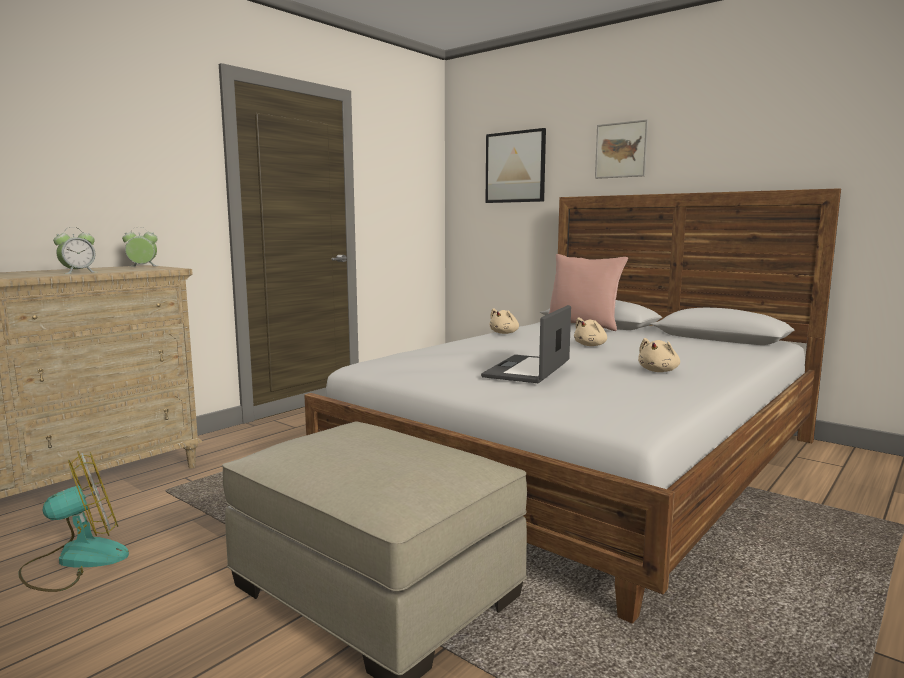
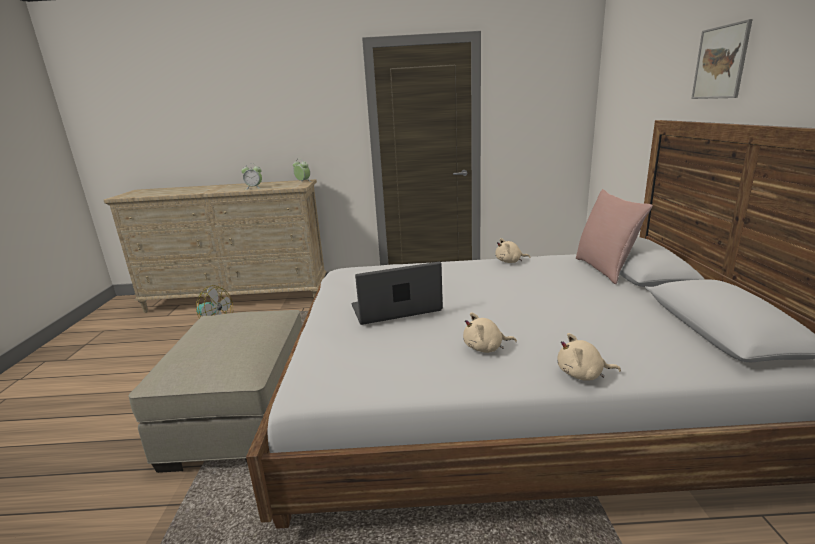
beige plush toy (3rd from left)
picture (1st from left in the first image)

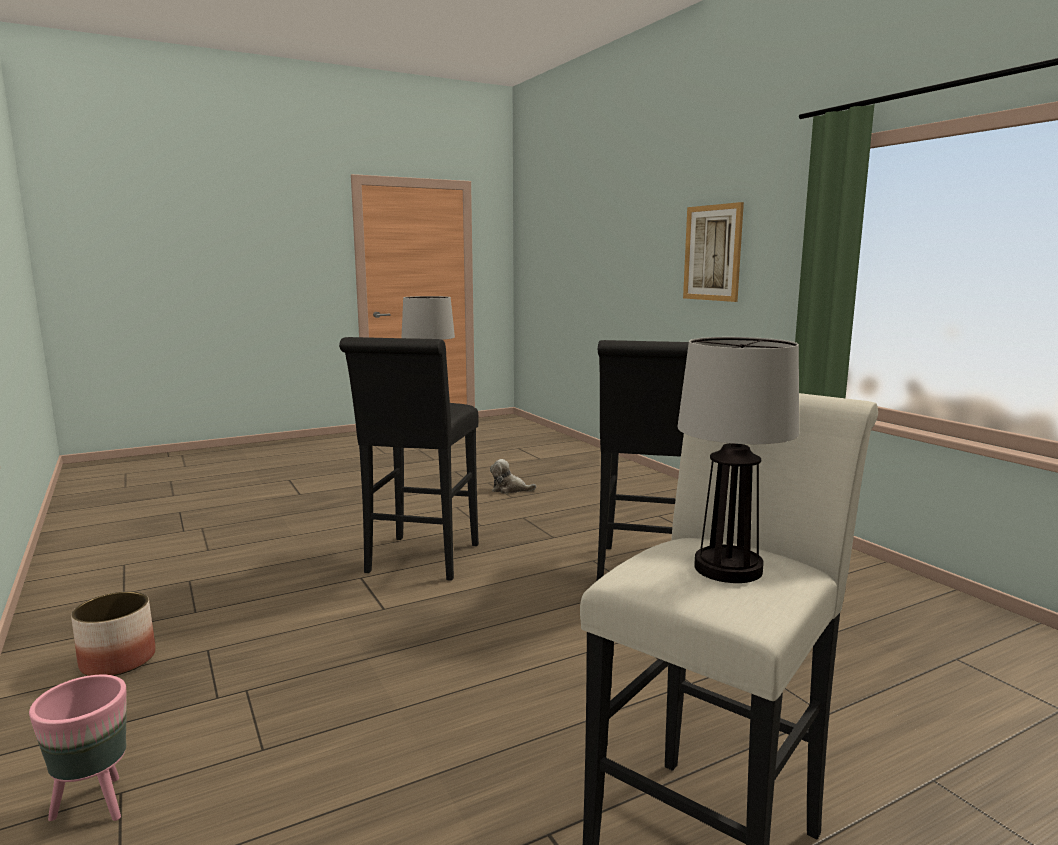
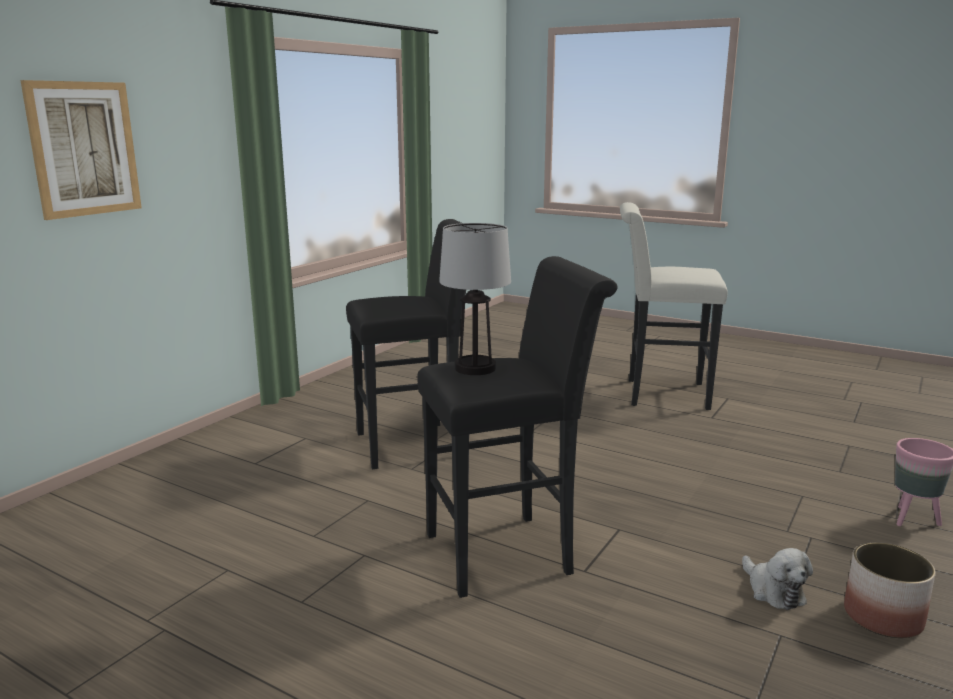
plush toy
table lamp (2nd from left in the first image)

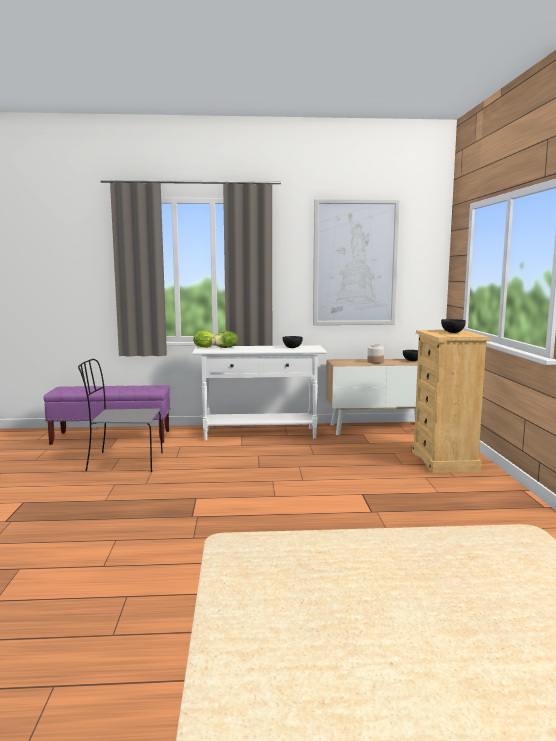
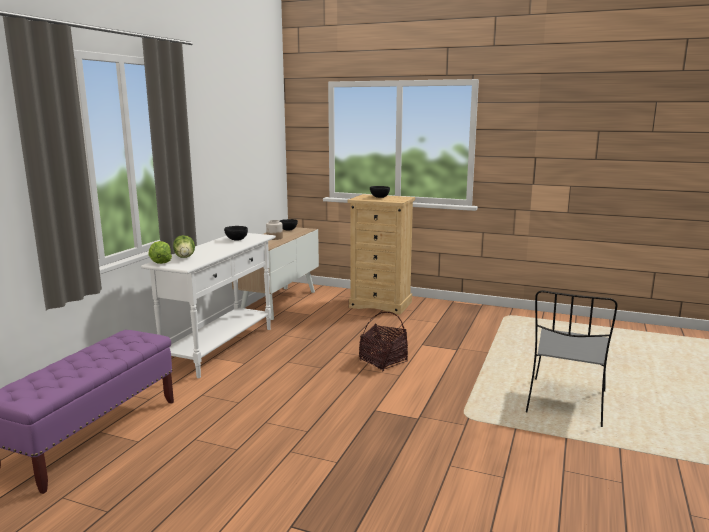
basket
grey chair
picture

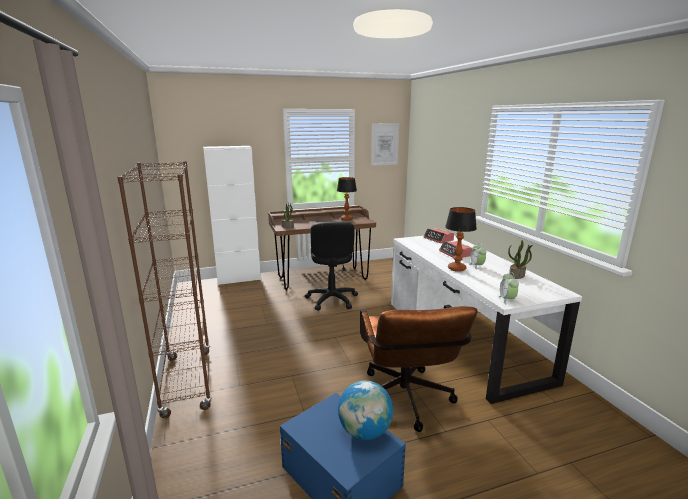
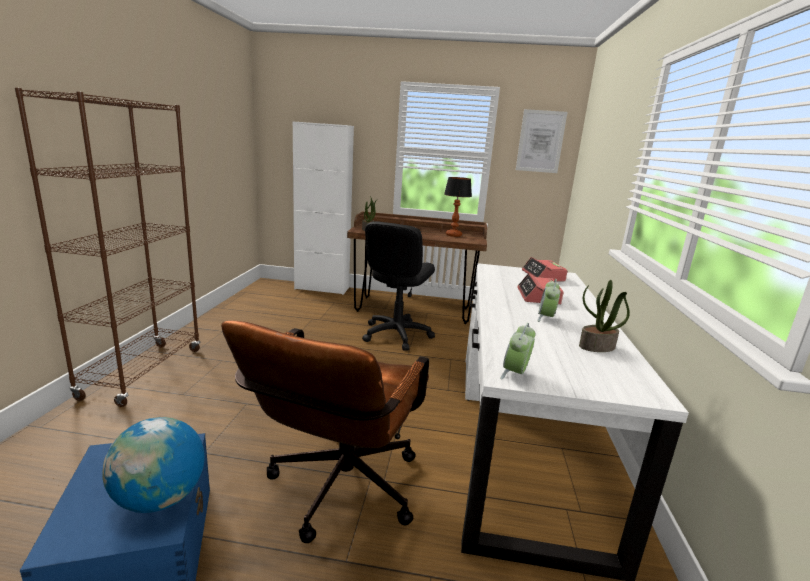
table lamp (2nd from left in the first image)

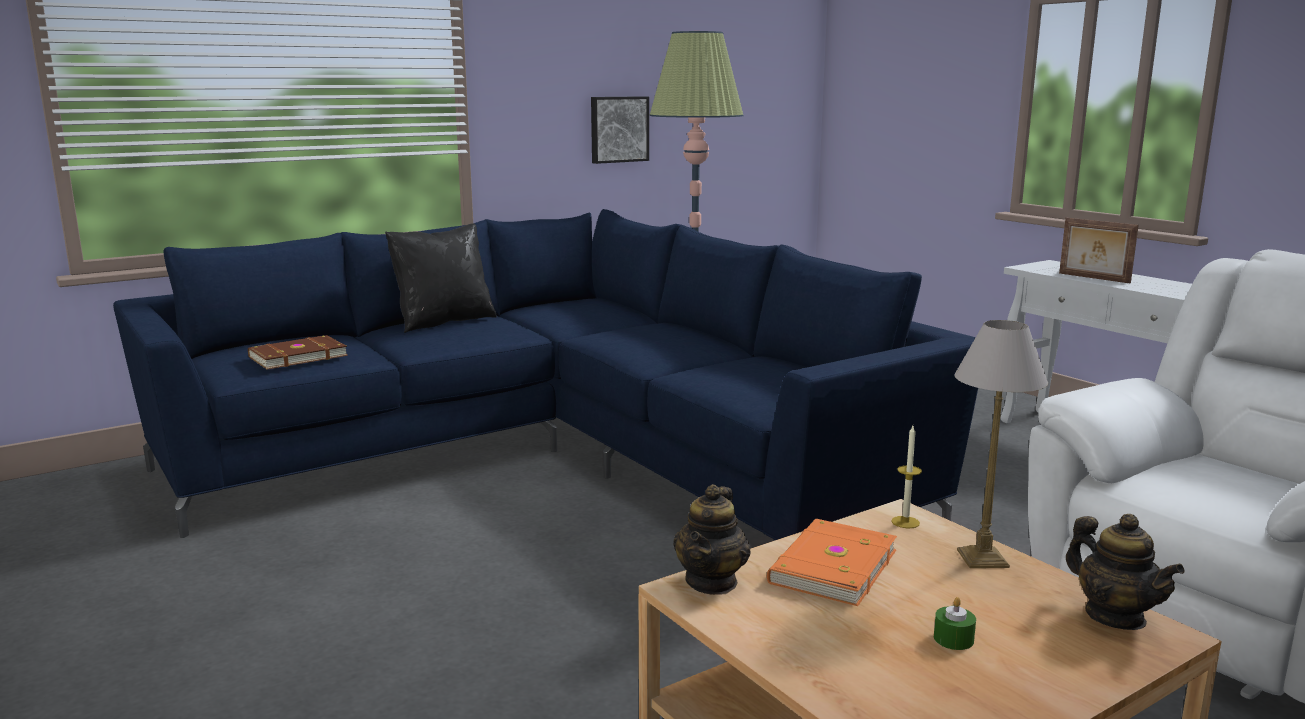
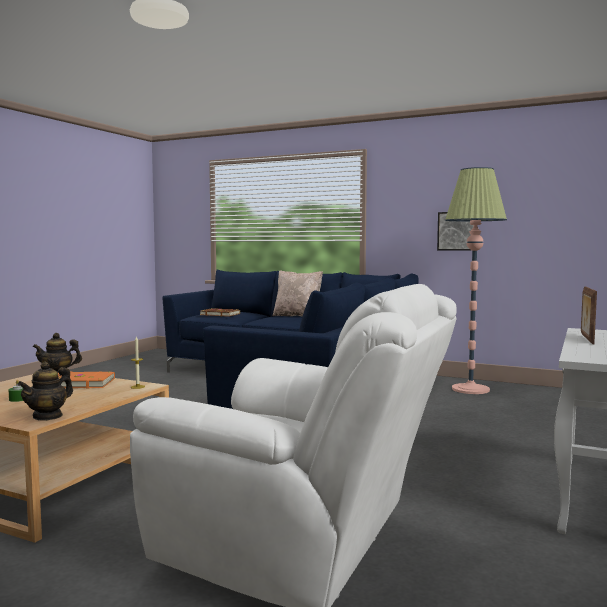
beige pillow
table lamp

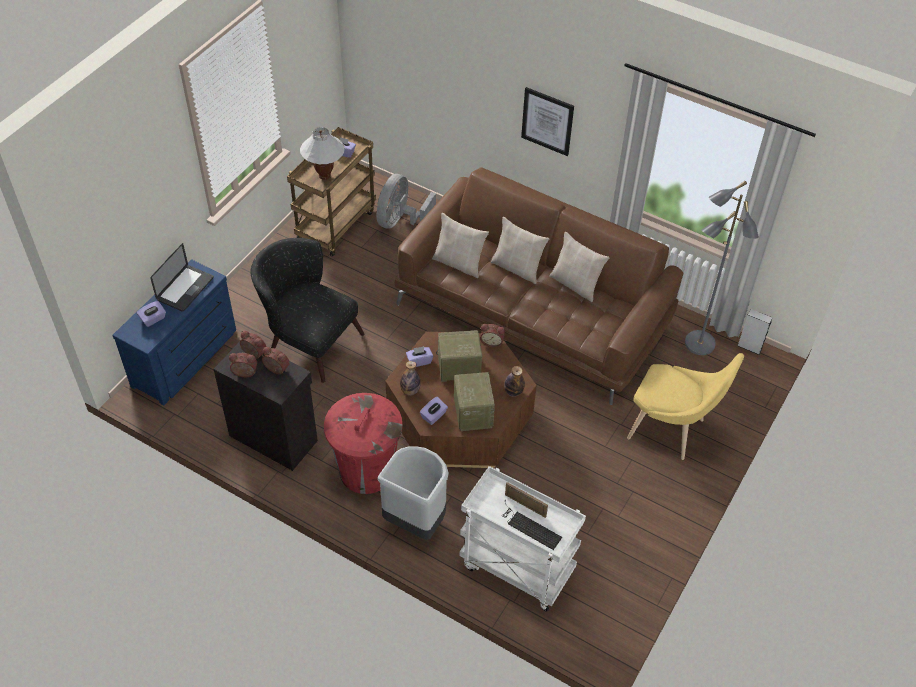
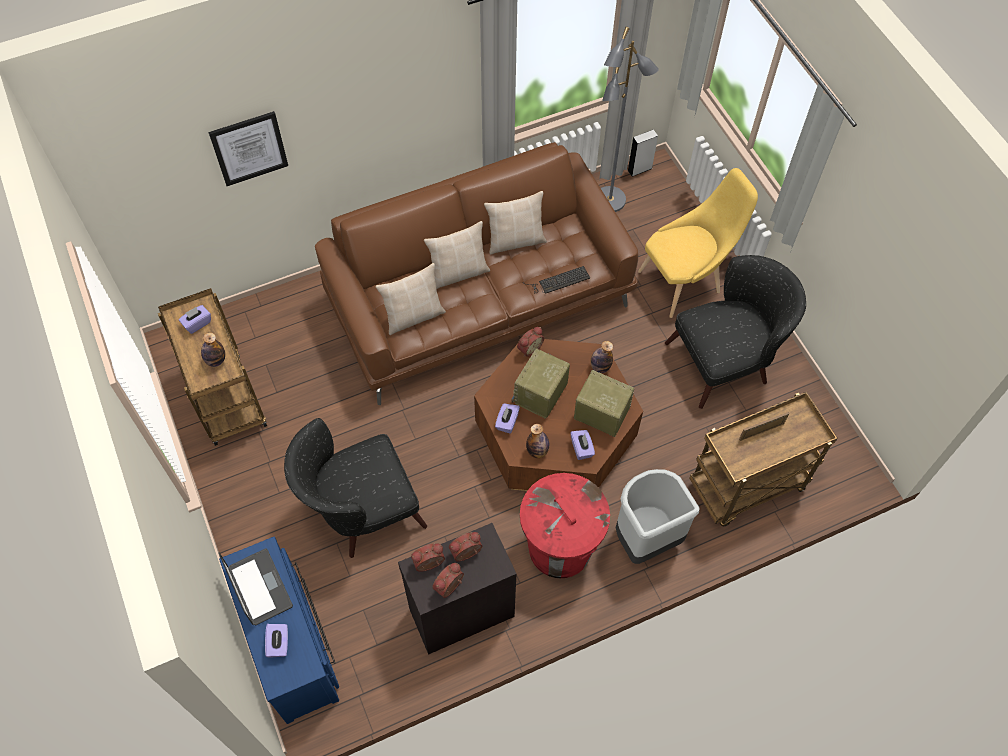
bottle (1st from left)
picture
keyboard
black armchair (2nd from left)
brown cart (2nd from left)
grey fan

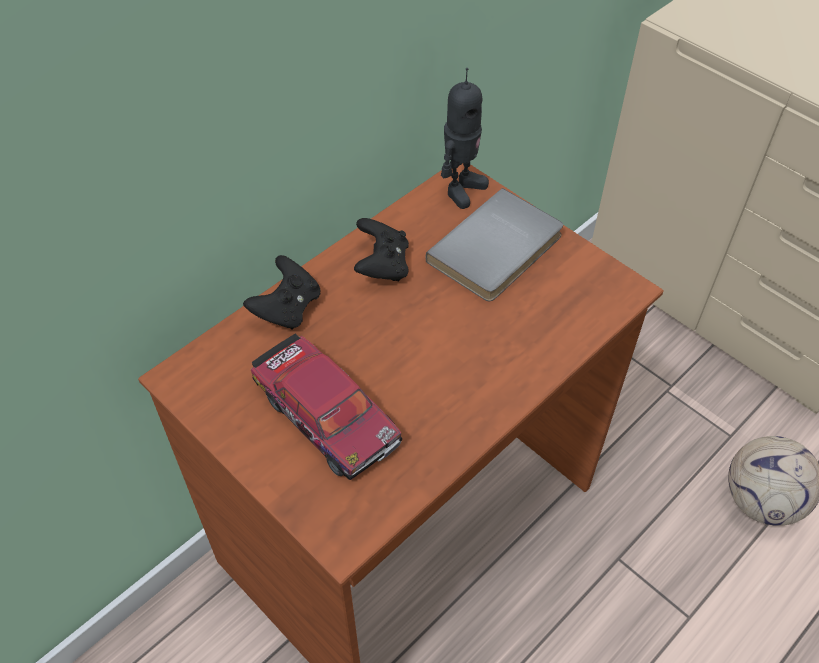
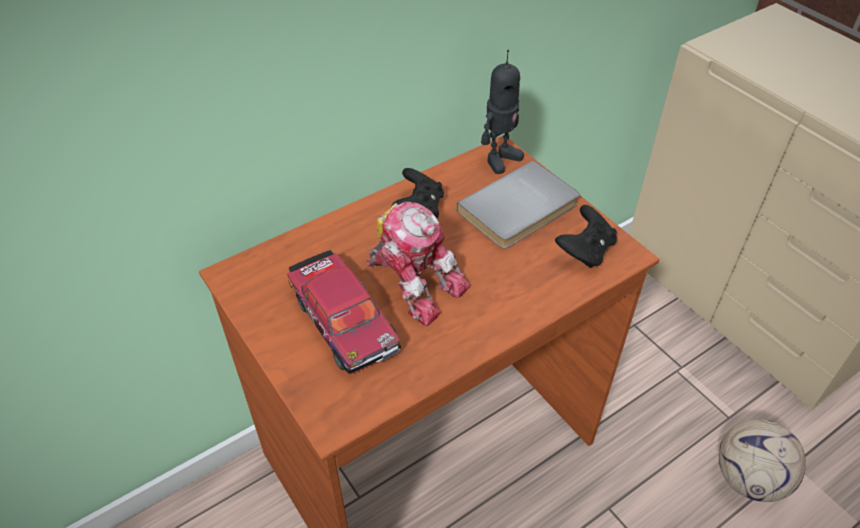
toy robot (1st from left)
black game controller (2nd from left)

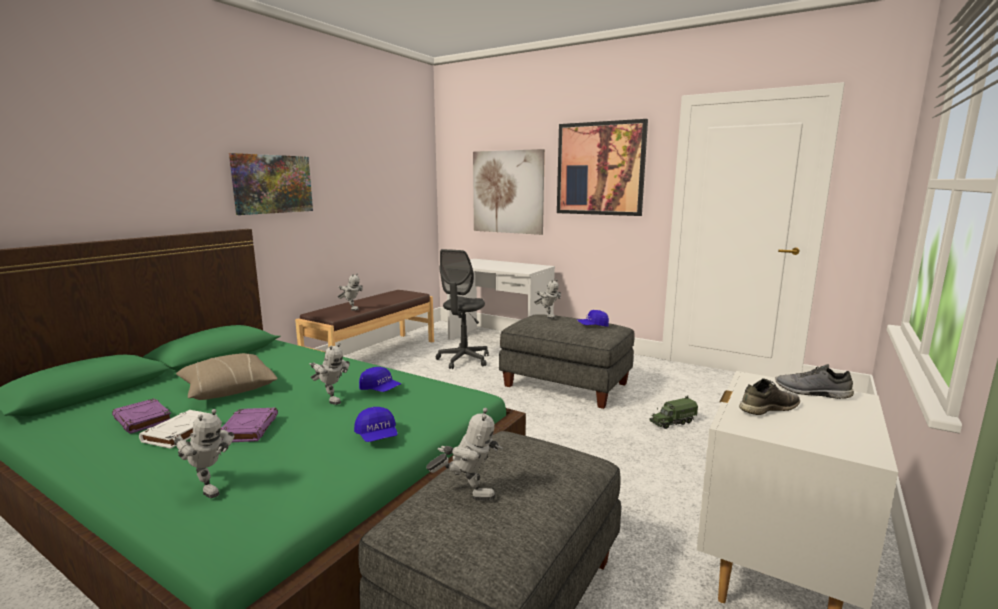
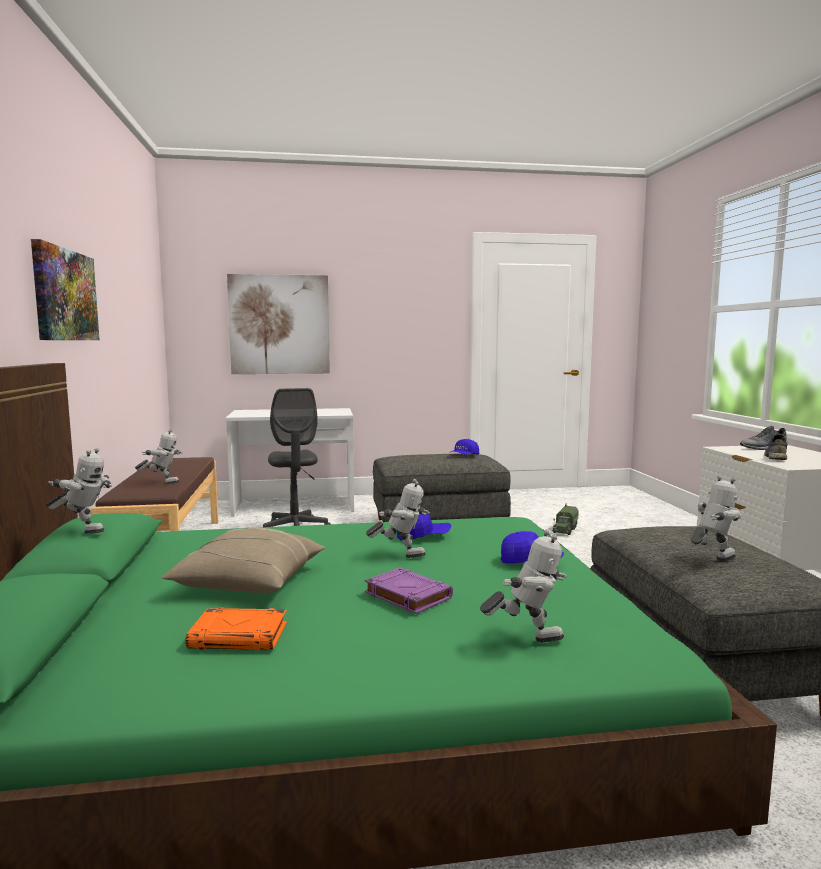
toy robot (1st from left)
orange book
white book
picture (3rd from left in the first image)

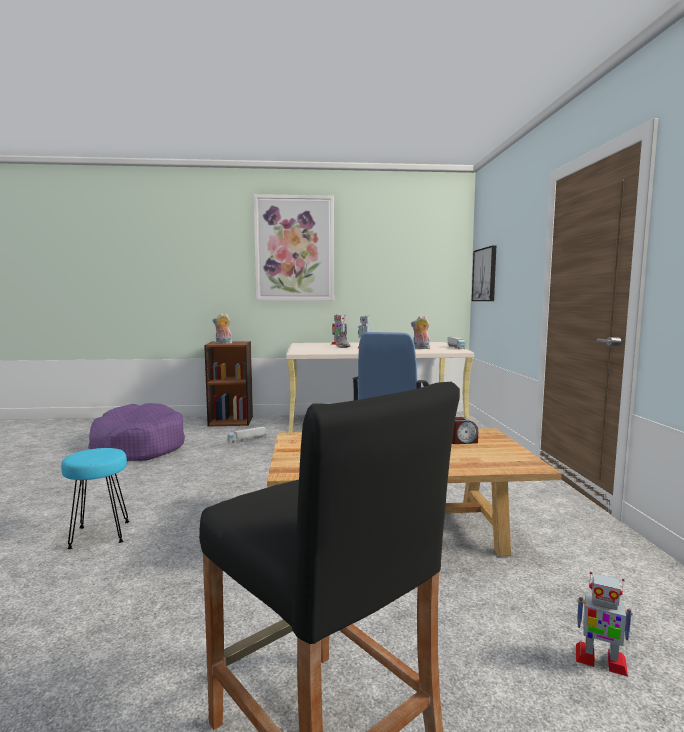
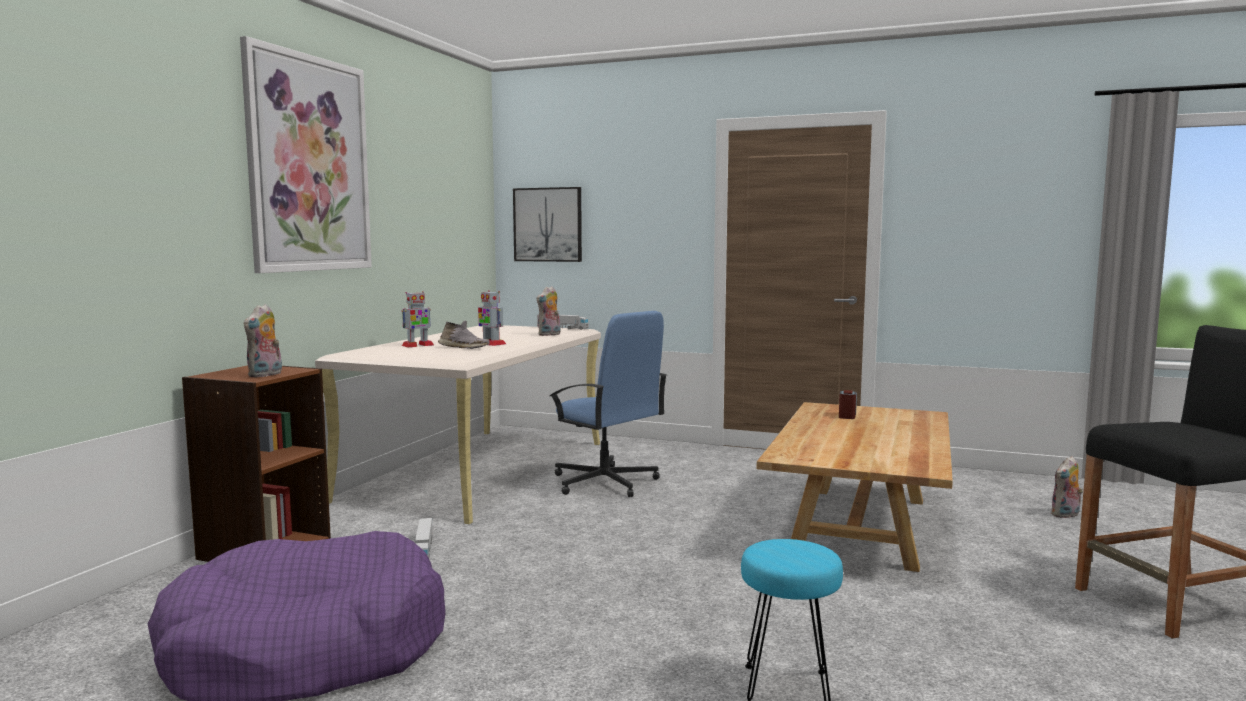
plush toy (3rd from left)

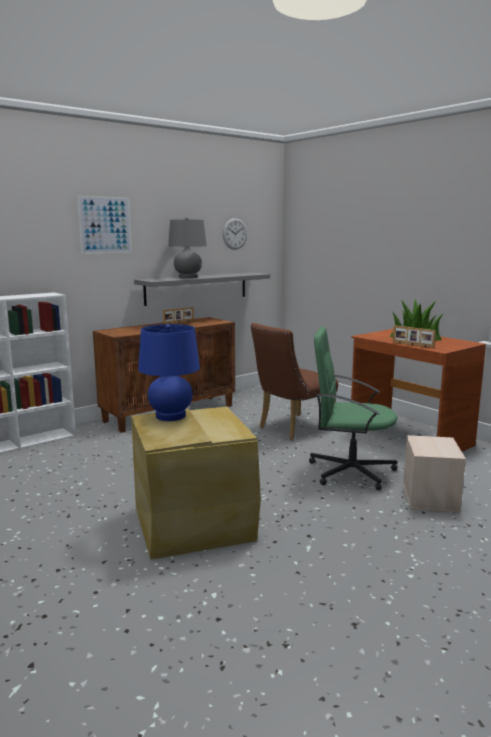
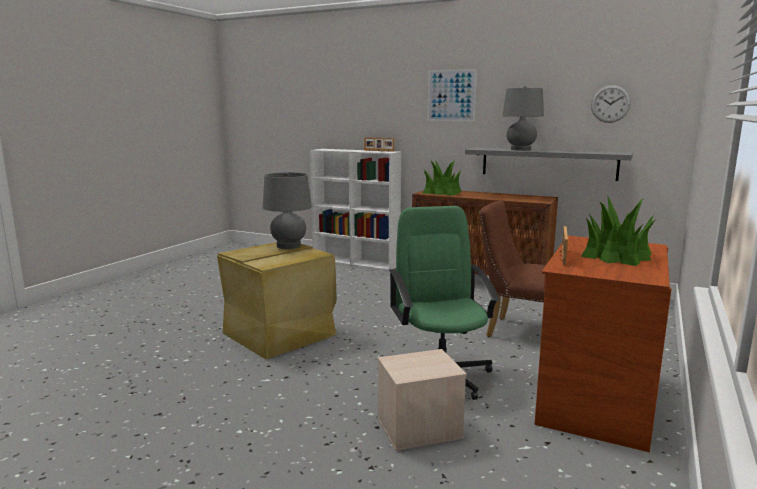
grey table lamp (1st from left)
picture frame (1st from left)
potted plant (1st from left)

